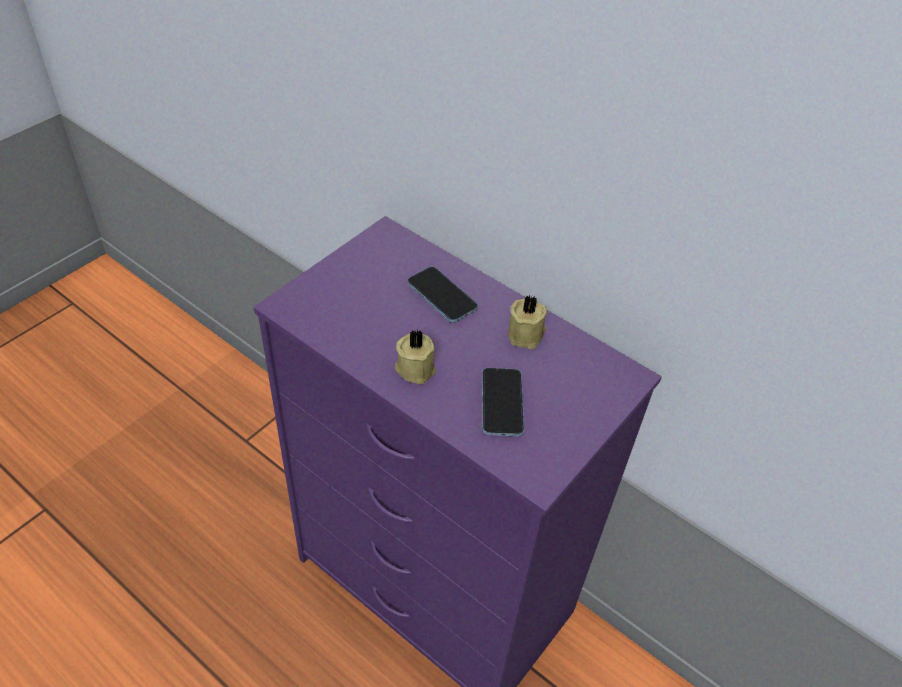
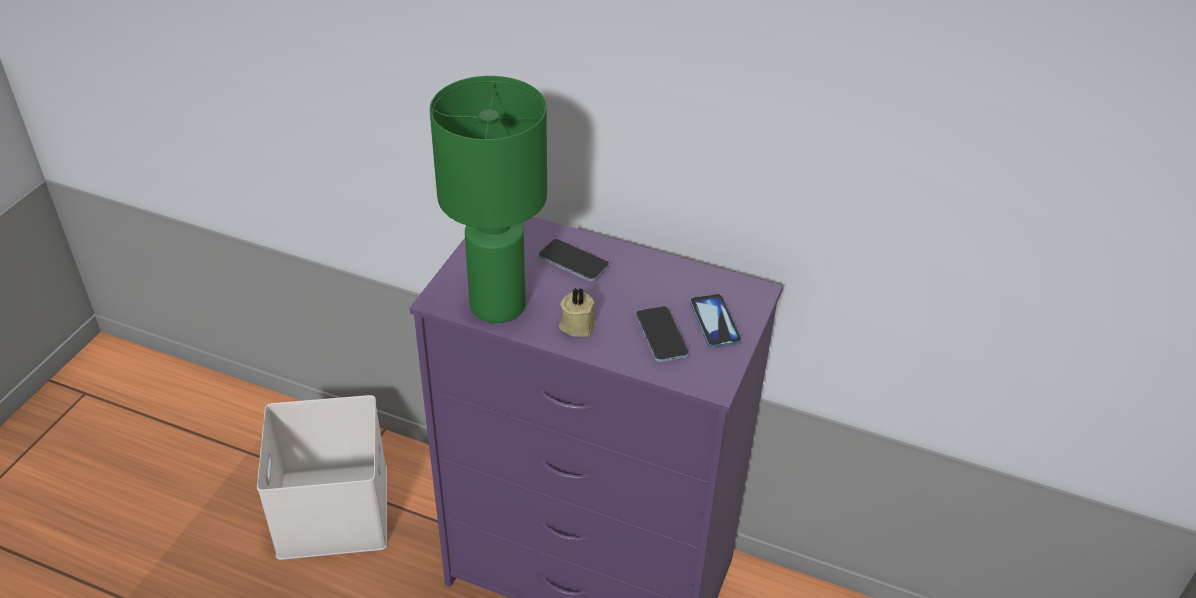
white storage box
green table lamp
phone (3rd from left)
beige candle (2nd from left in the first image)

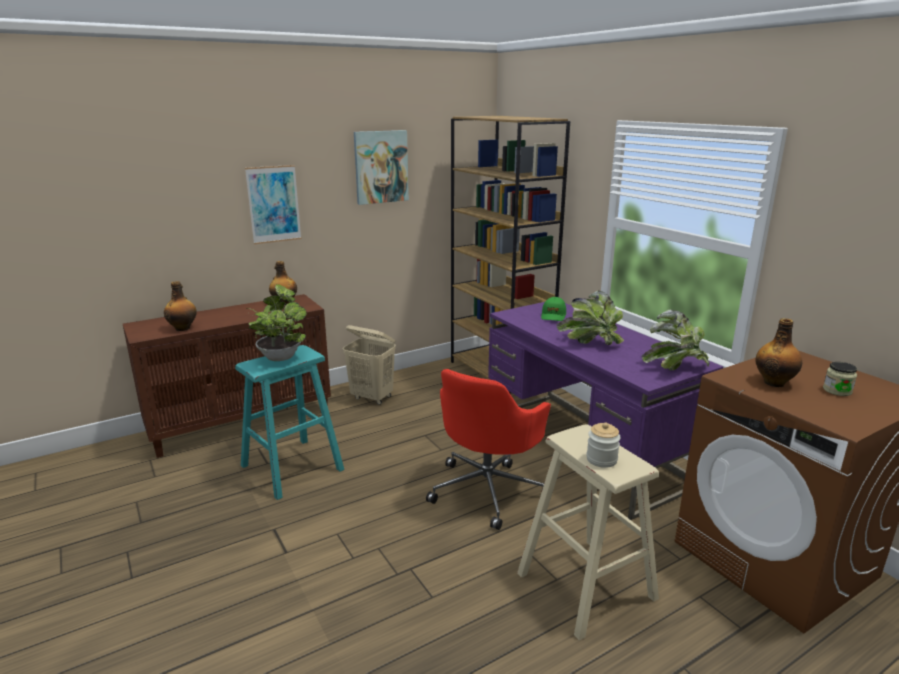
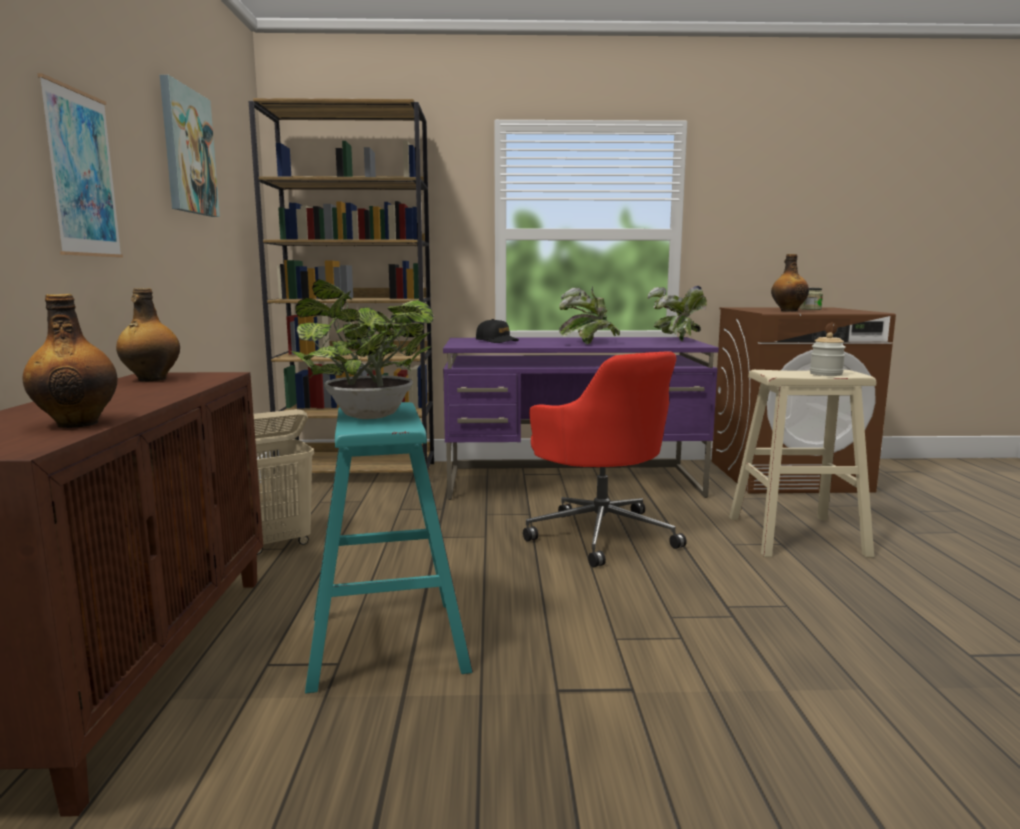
black cap

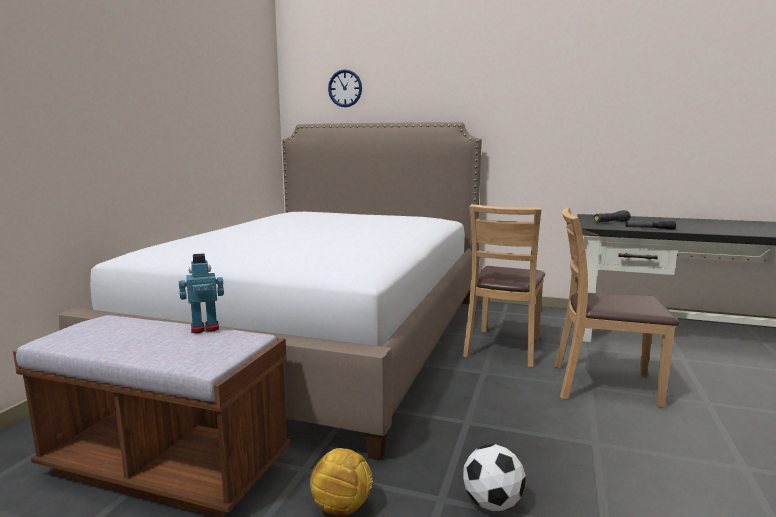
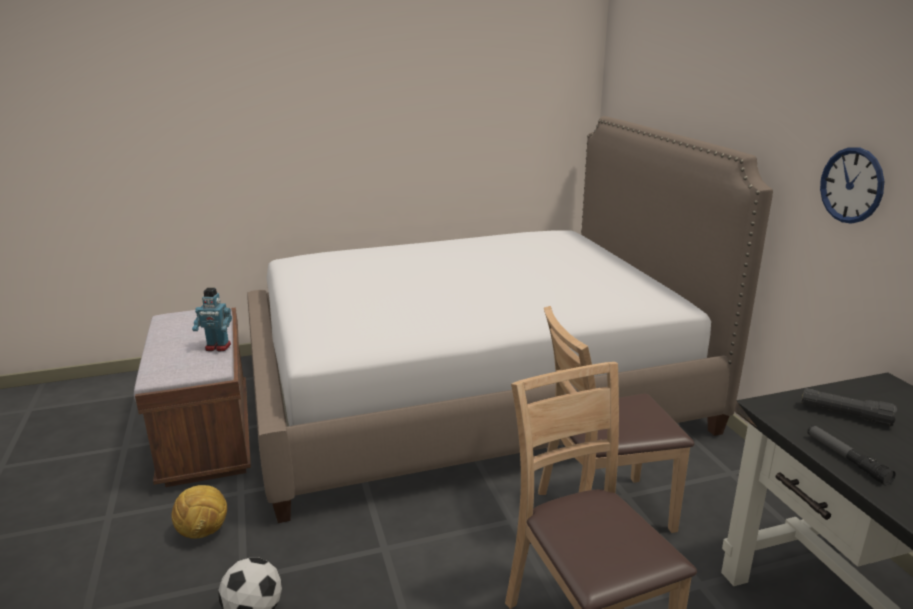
toy robot
wall clock

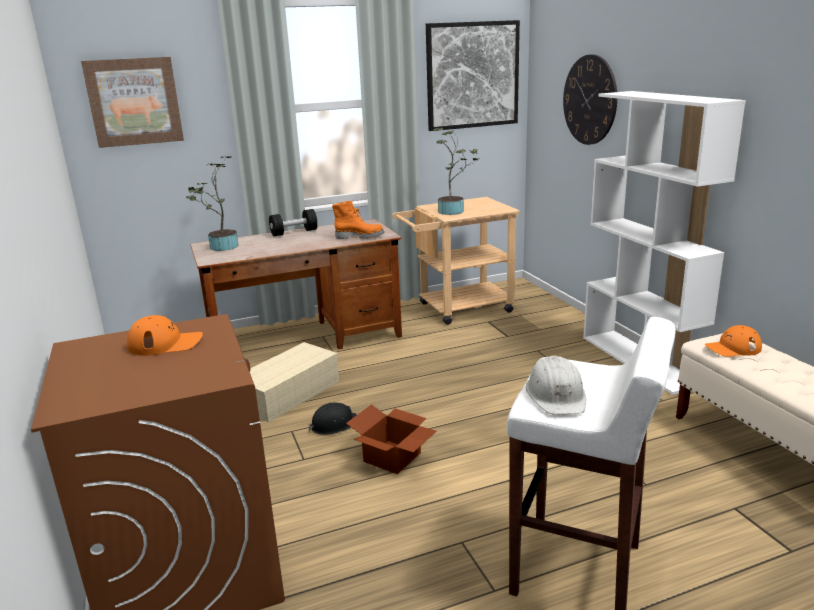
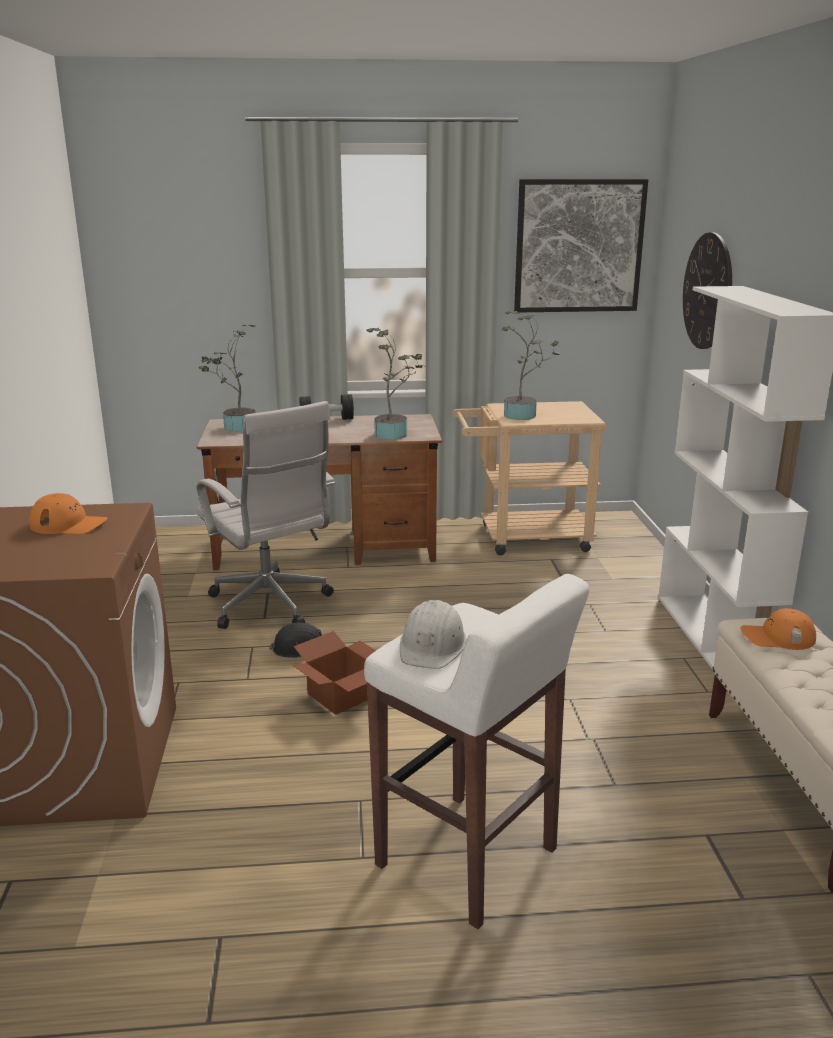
white office chair
potted plant (2nd from left)
picture (1st from left in the first image)

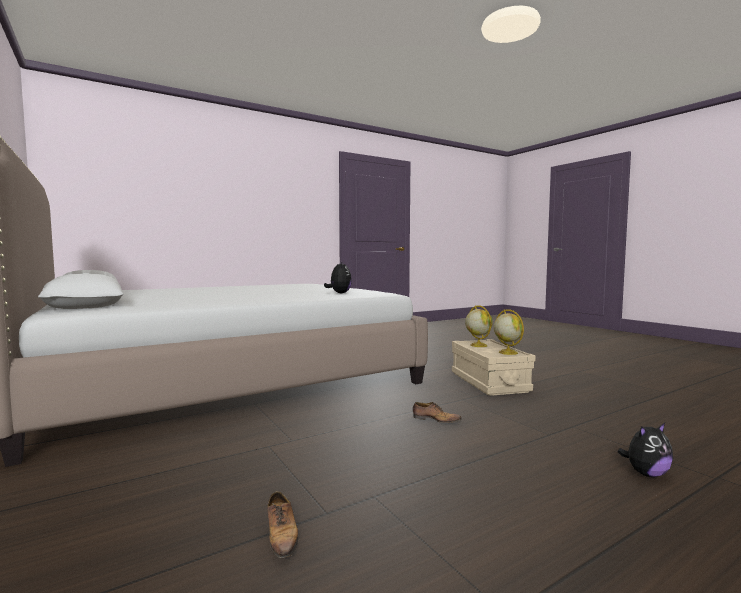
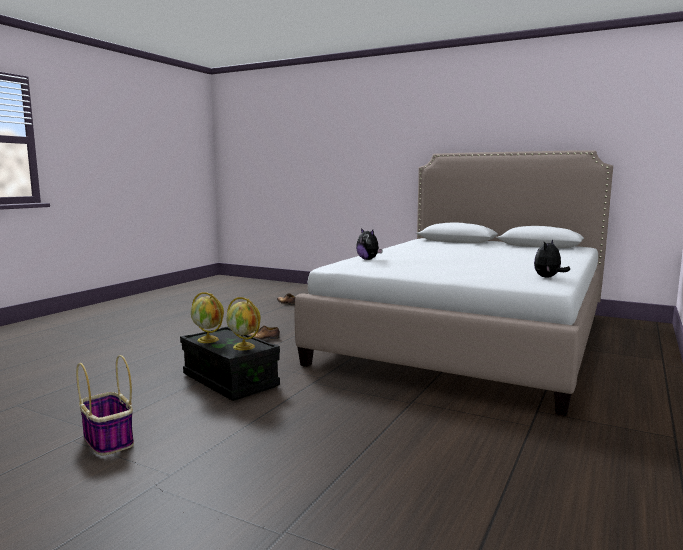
basket
black storage box
plush toy (2nd from left)

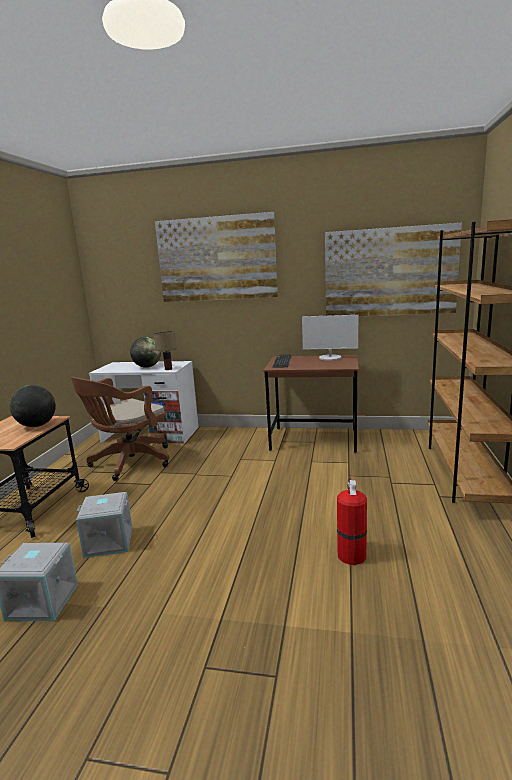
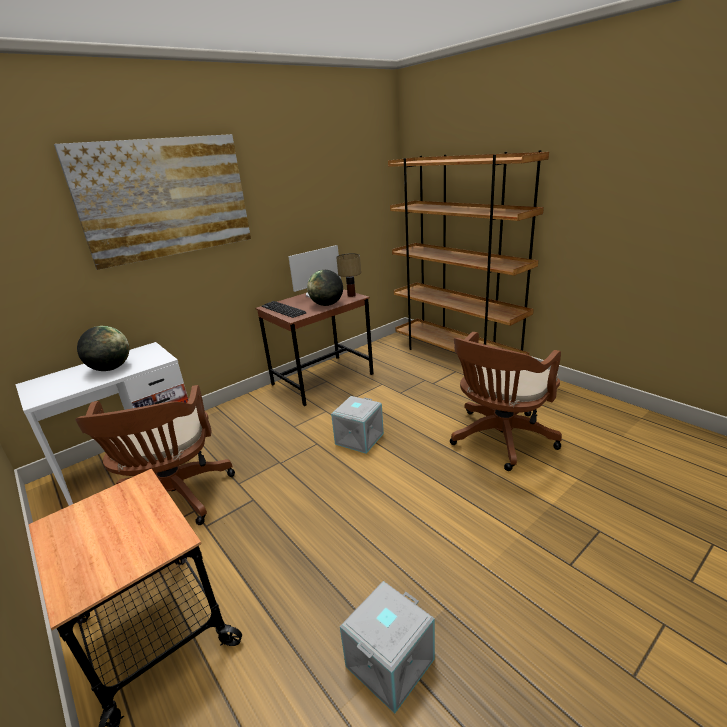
globe (2nd from left)
grey storage box (1st from left)
table lamp
brown office chair (2nd from left)
picture (2nd from left in the first image)

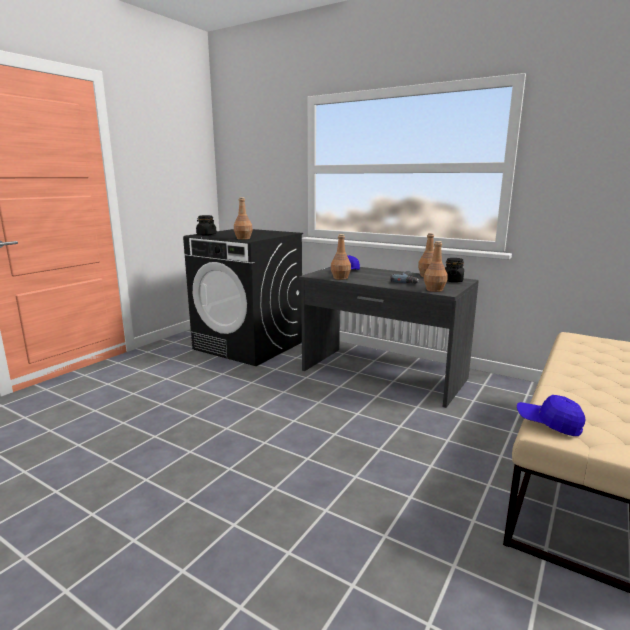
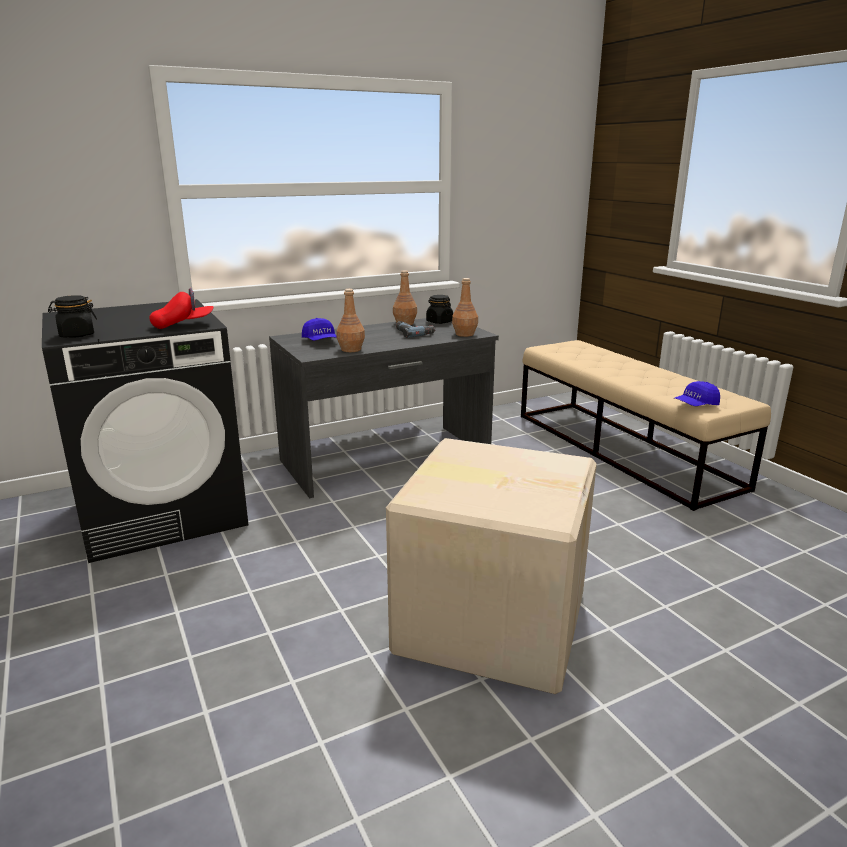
red cap
cardboard box

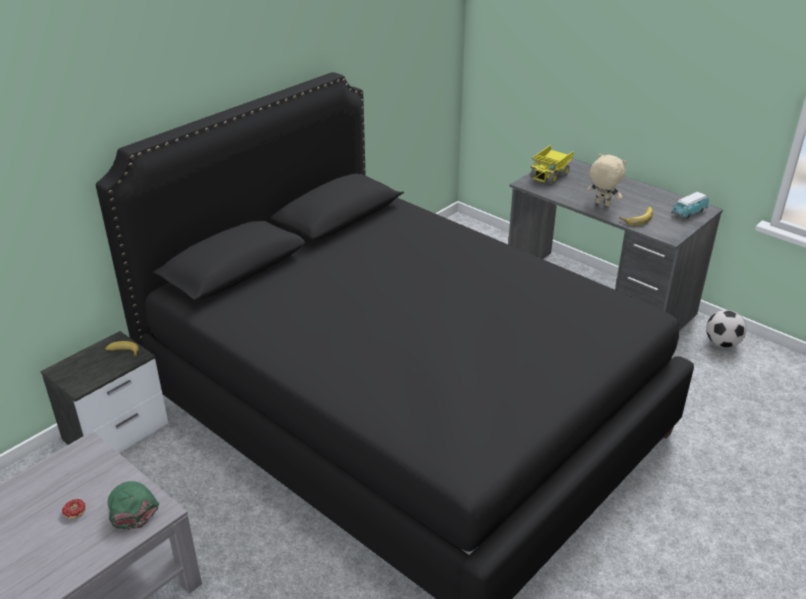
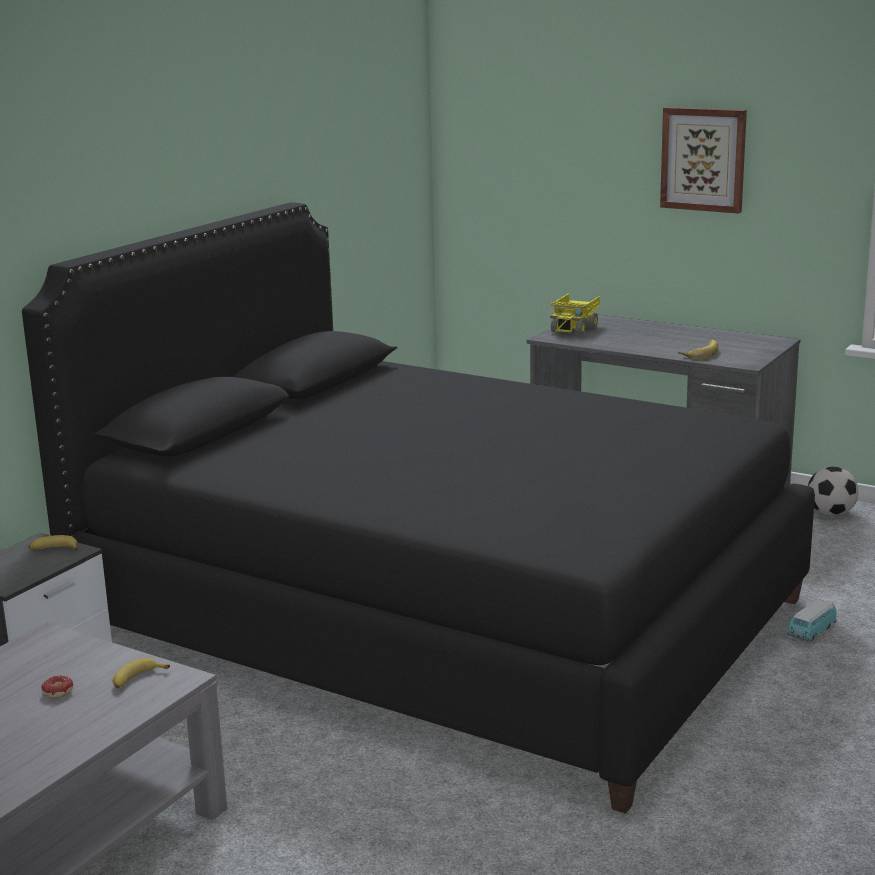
banana (2nd from left)
picture
toy car
beige plush toy

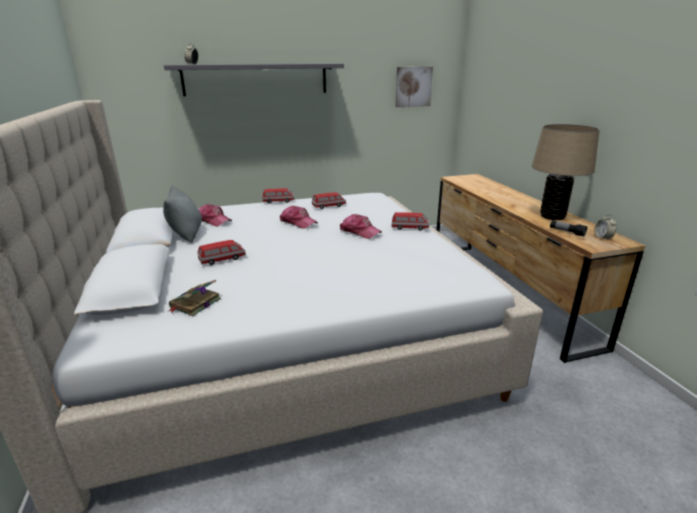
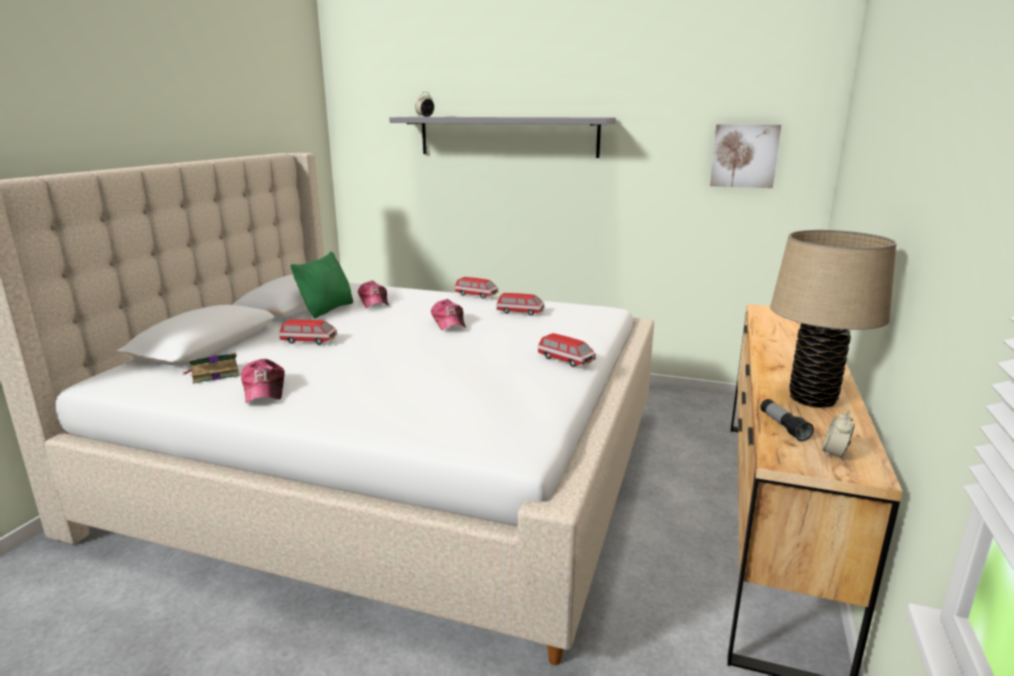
cap (1st from left)
green pillow

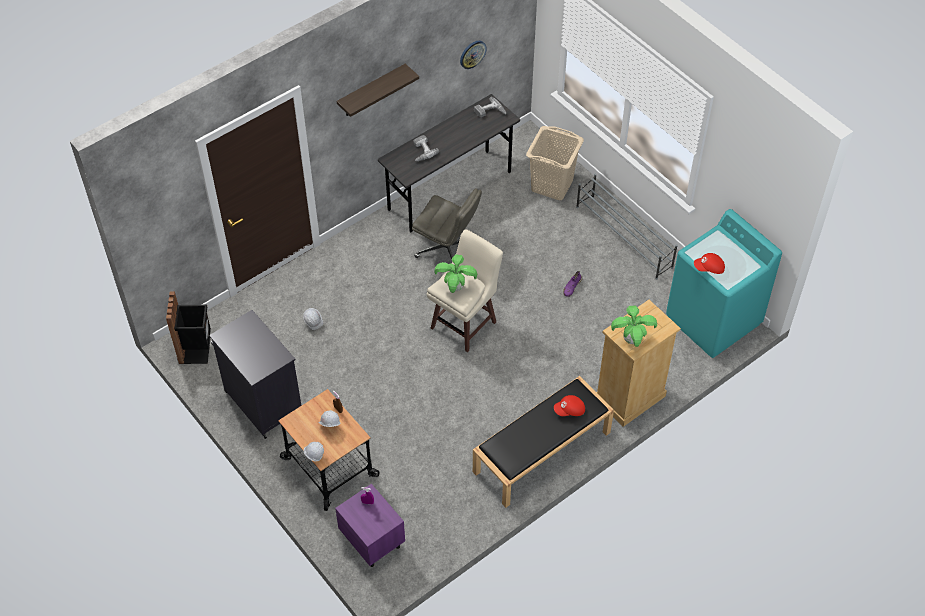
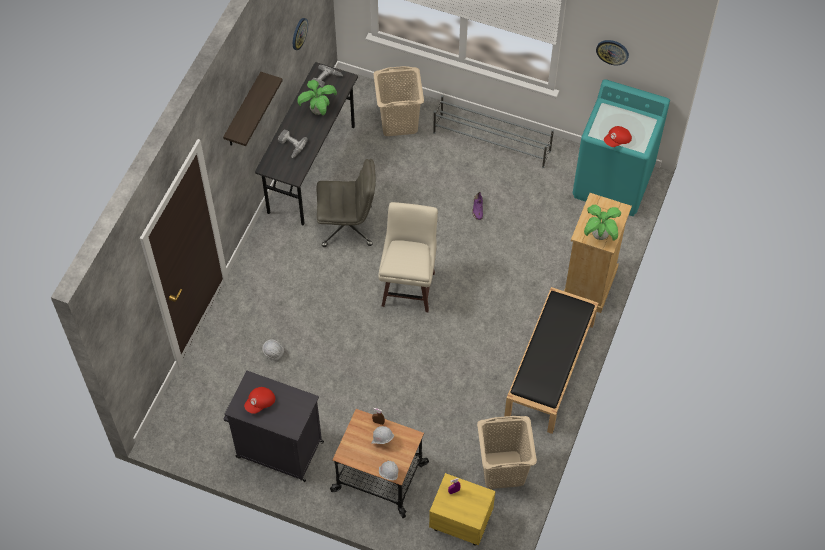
red cap (1st from left)
potted plant (1st from left)
yellow nightstand
beige laundry basket (2nd from left)
wall clock (2nd from left)
black trash can

